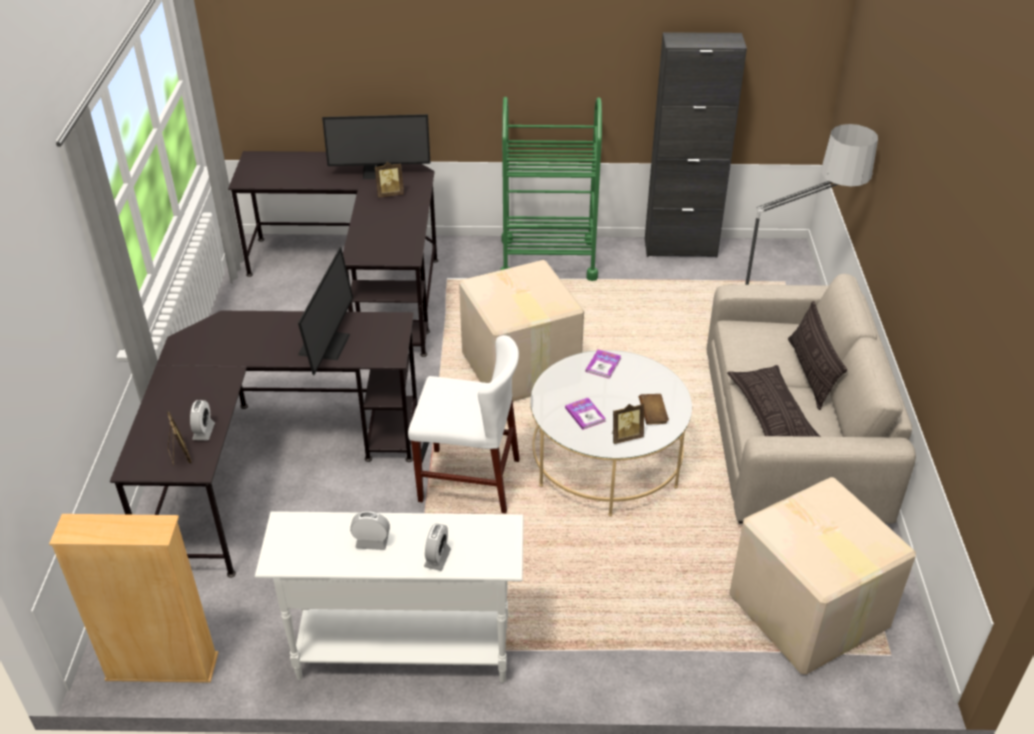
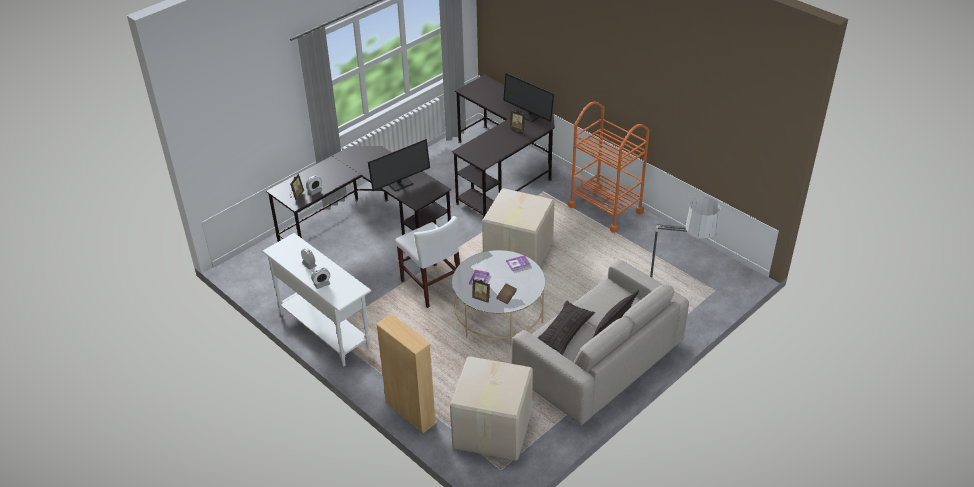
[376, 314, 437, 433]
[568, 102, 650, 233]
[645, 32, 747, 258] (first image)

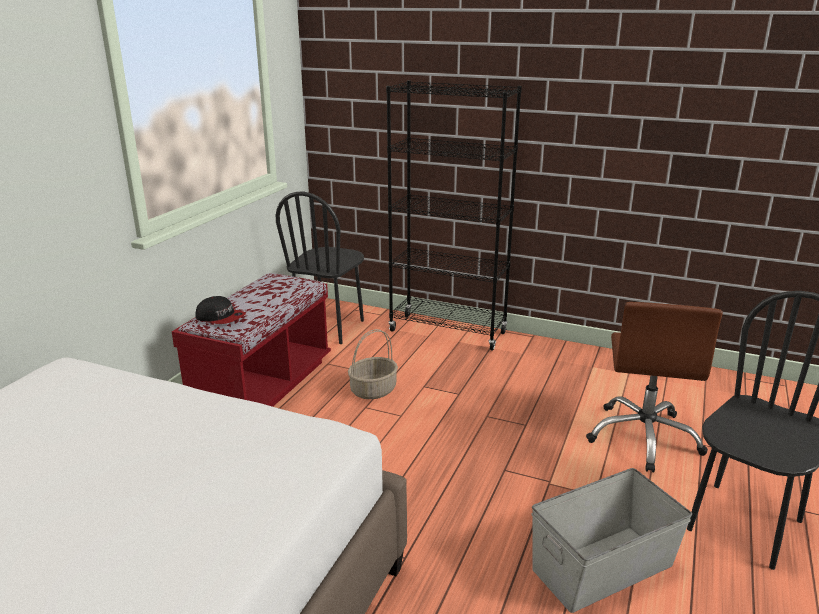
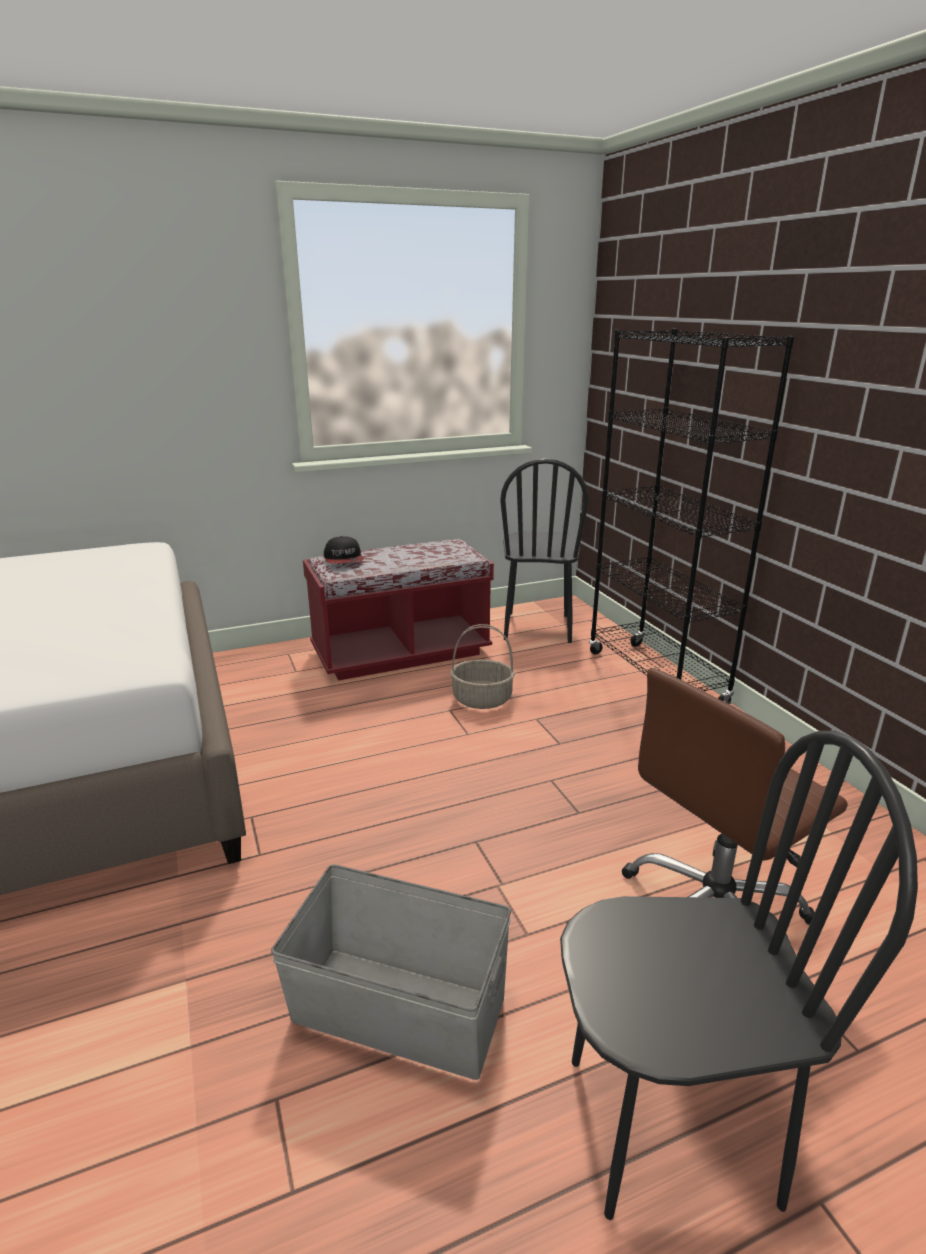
[500, 458, 589, 643]

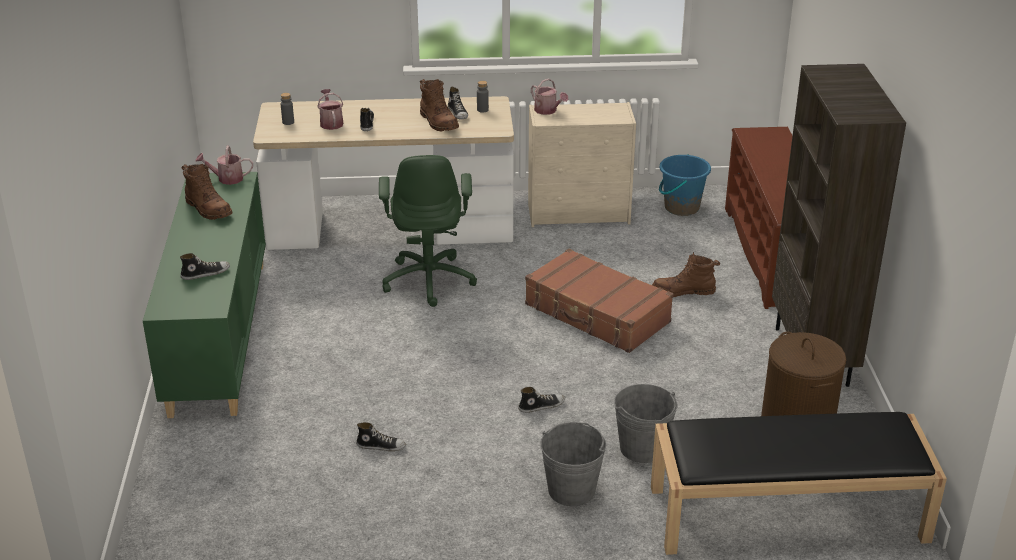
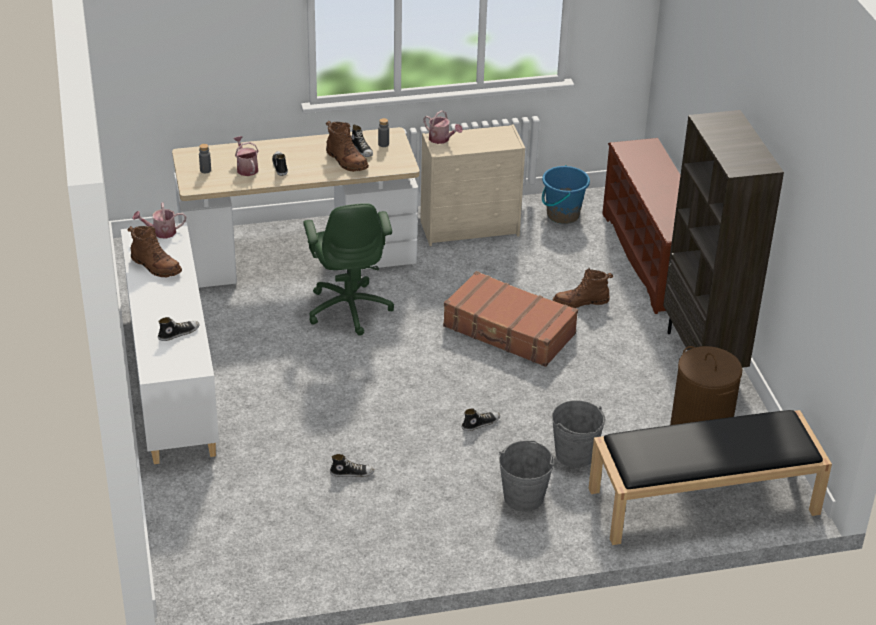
[121, 222, 219, 464]

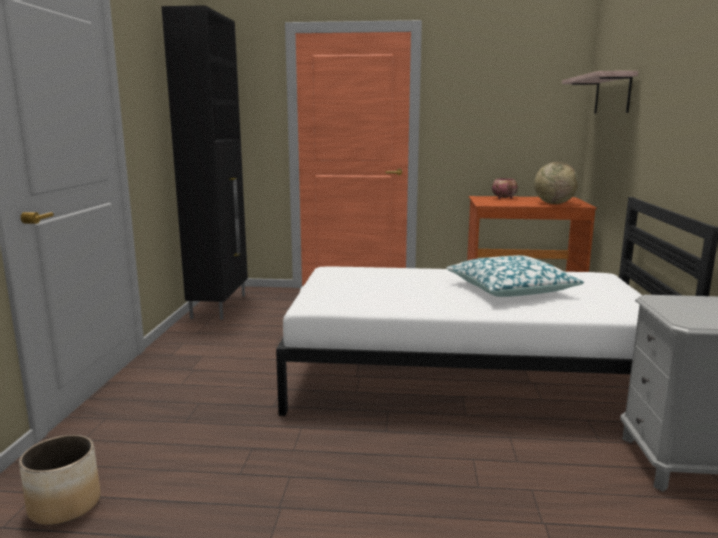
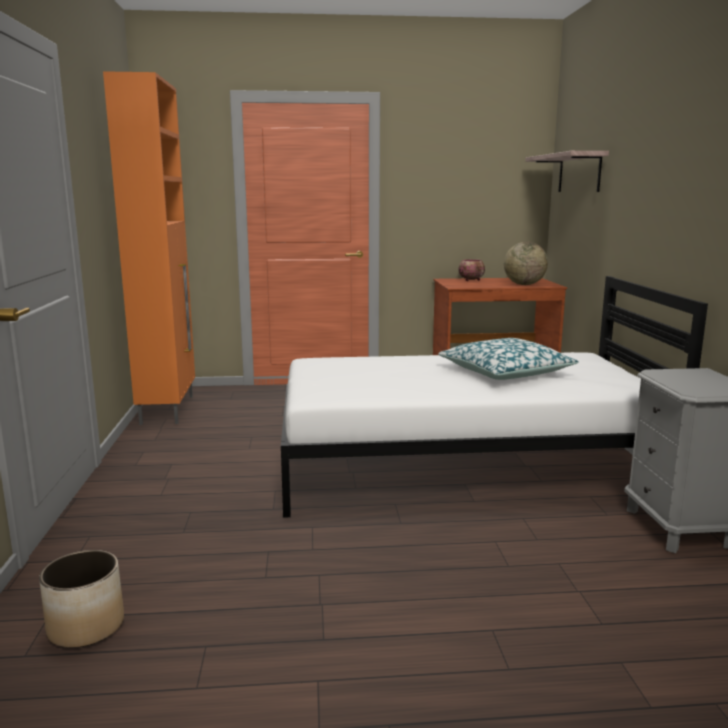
[103, 71, 195, 425]

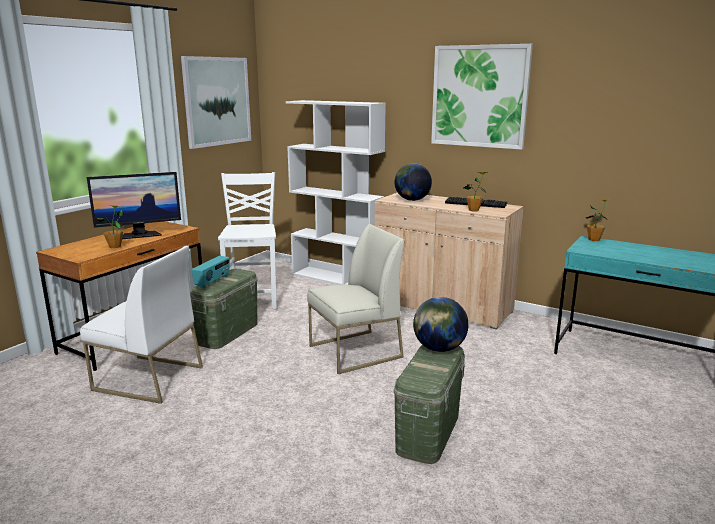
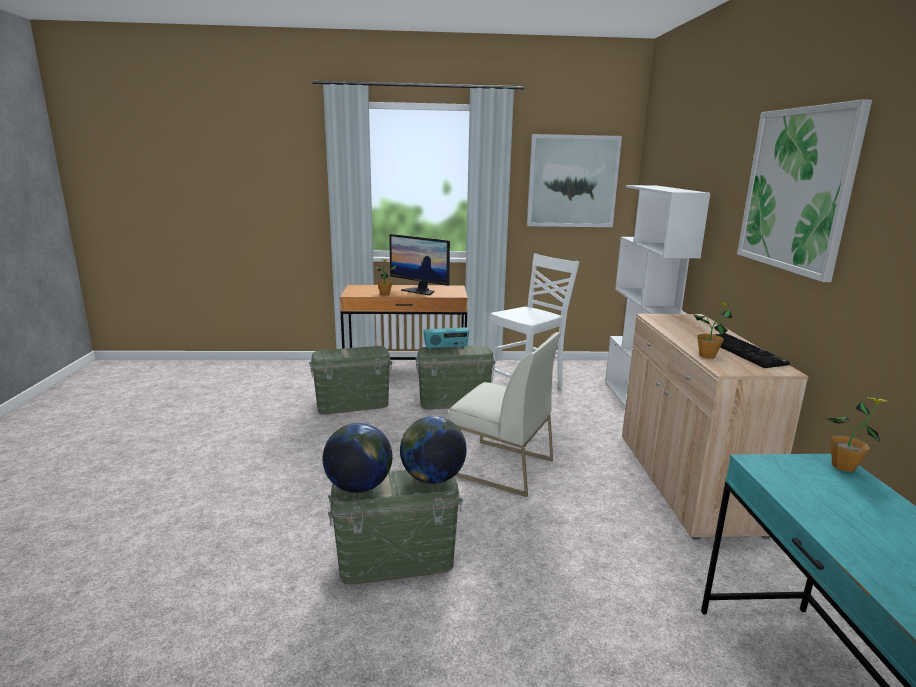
[309, 346, 393, 415]
[323, 423, 392, 493]

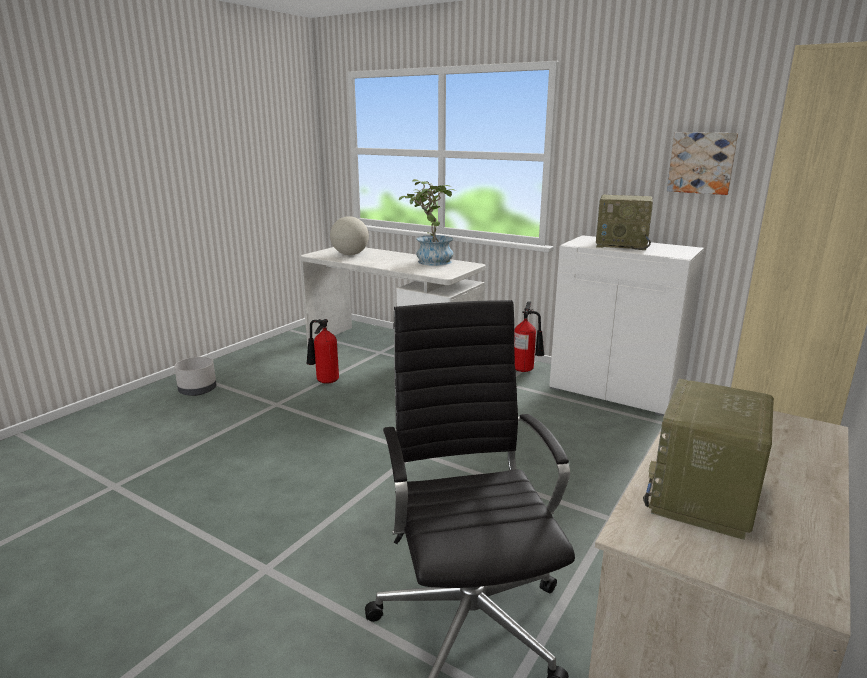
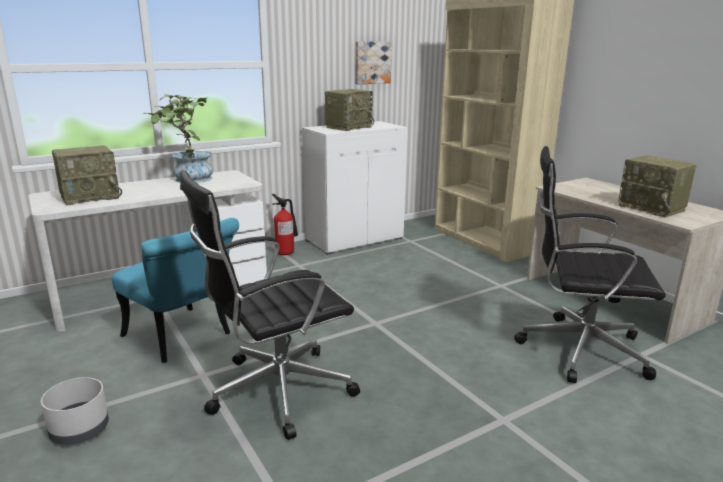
[52, 145, 122, 206]
[112, 218, 239, 363]
[180, 170, 360, 440]

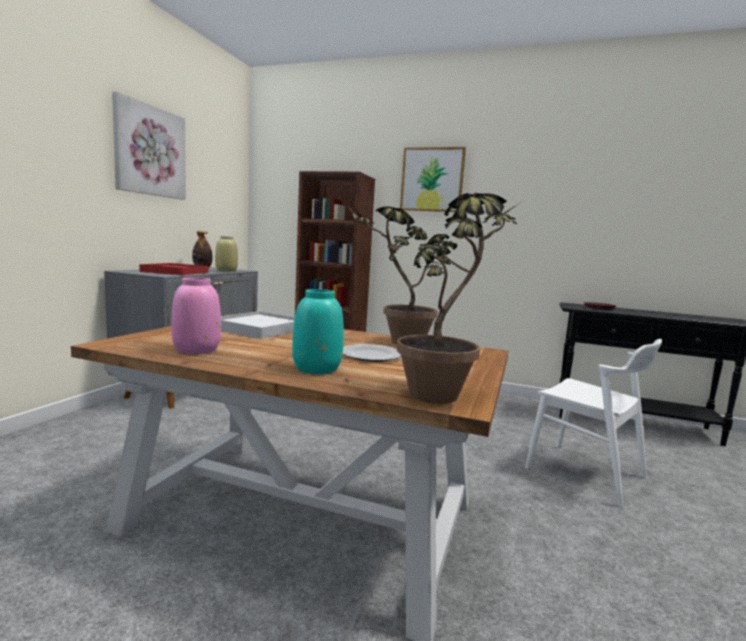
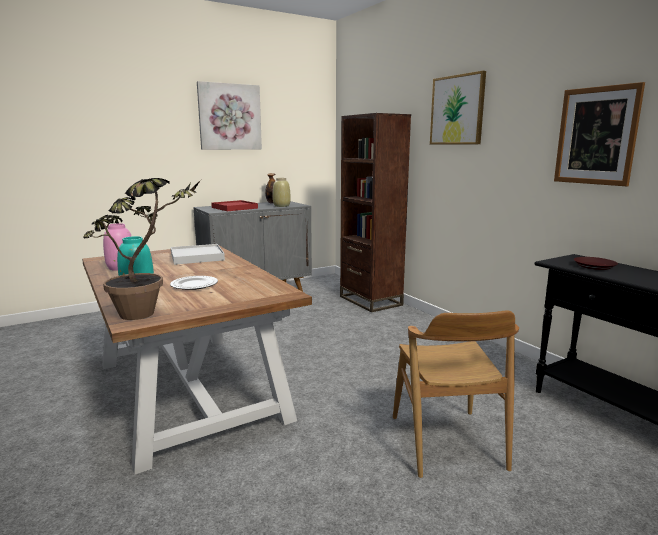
[393, 310, 519, 478]
[554, 82, 645, 186]
[349, 207, 451, 344] (first image)

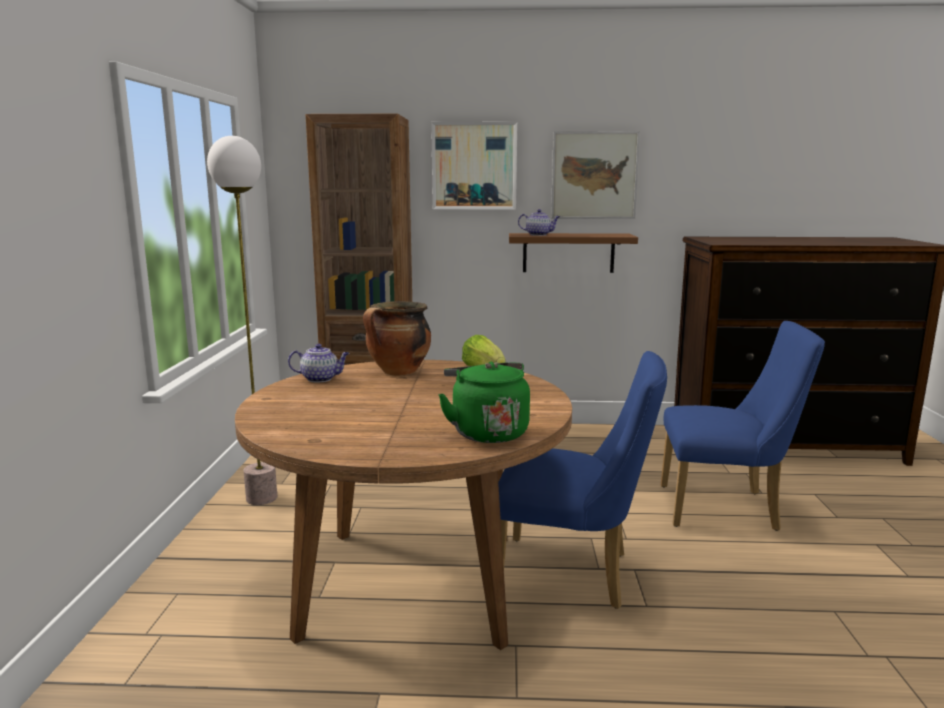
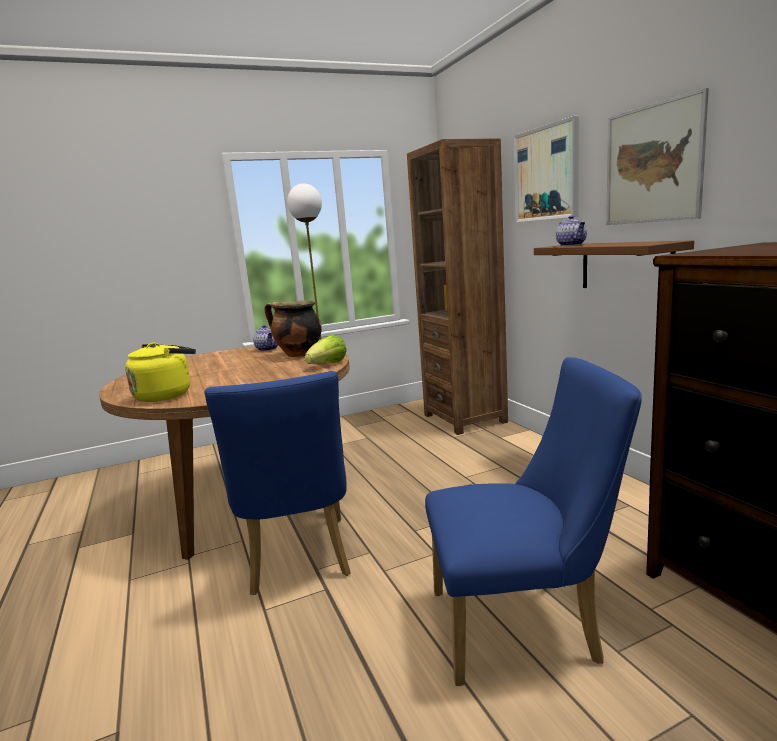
[125, 343, 196, 402]
[425, 357, 642, 686]

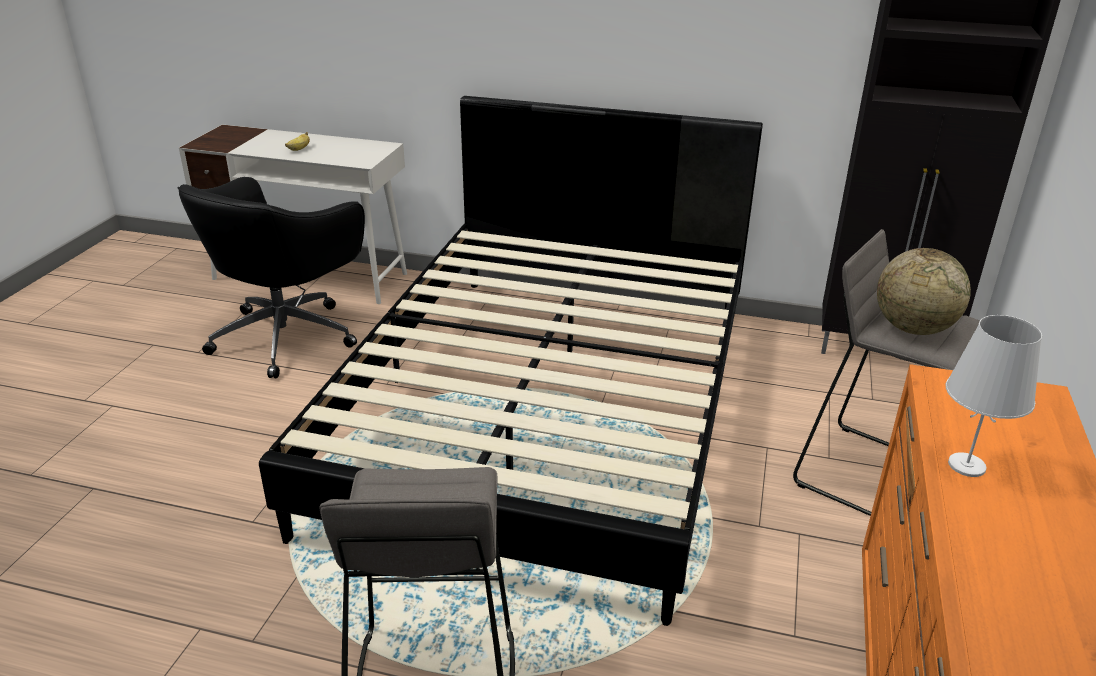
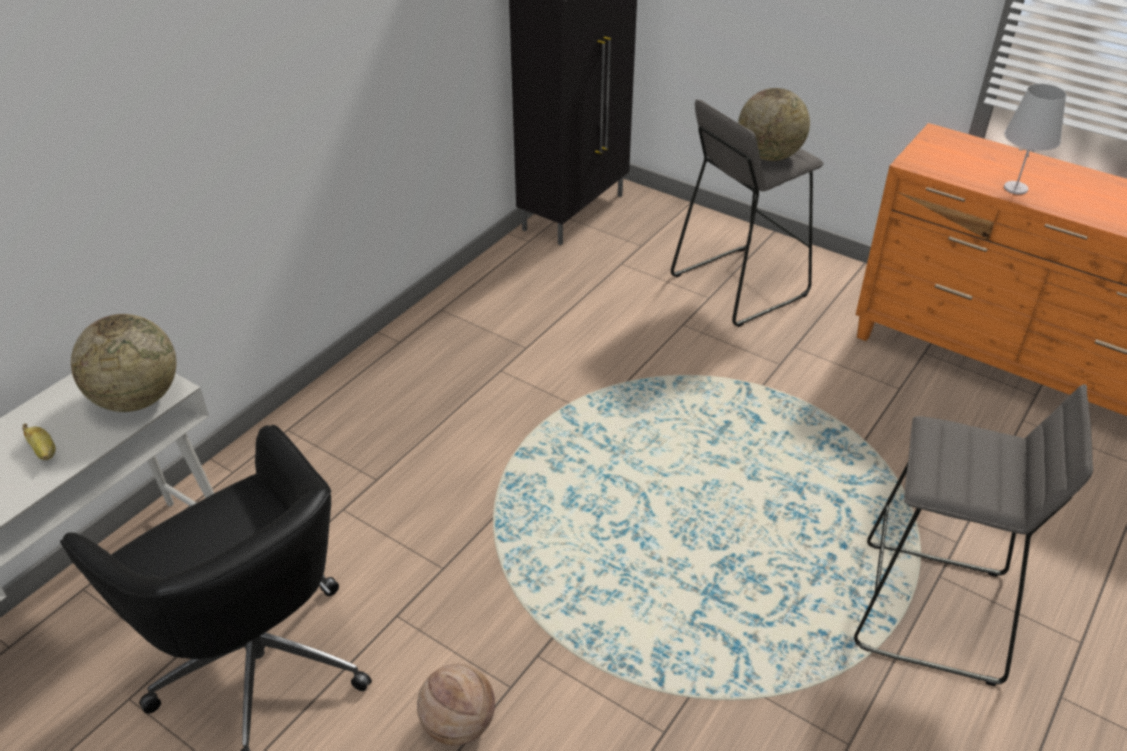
[71, 314, 176, 412]
[417, 664, 495, 746]
[259, 96, 763, 626] (first image)

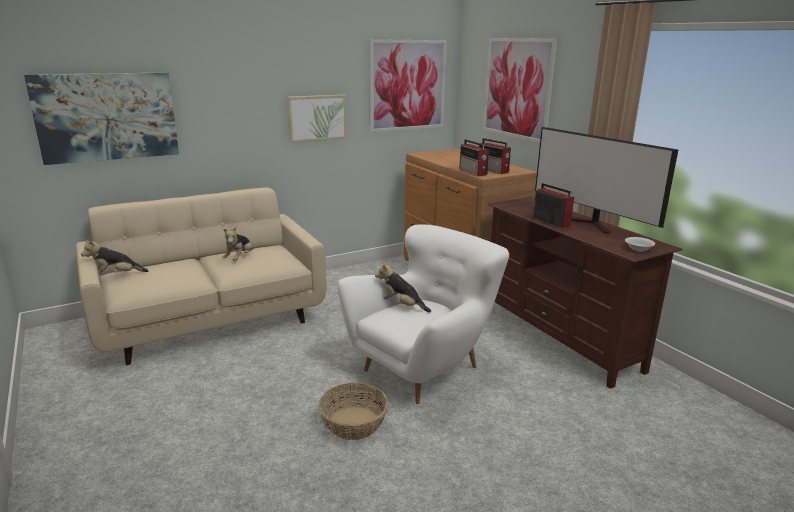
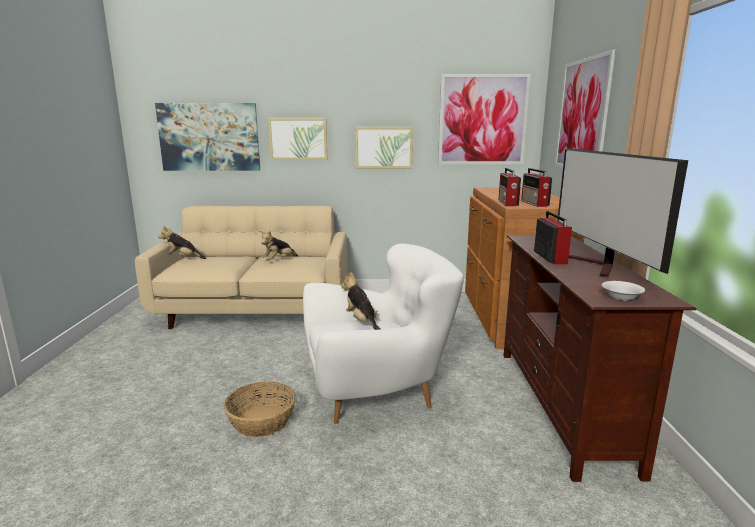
[268, 118, 327, 160]

